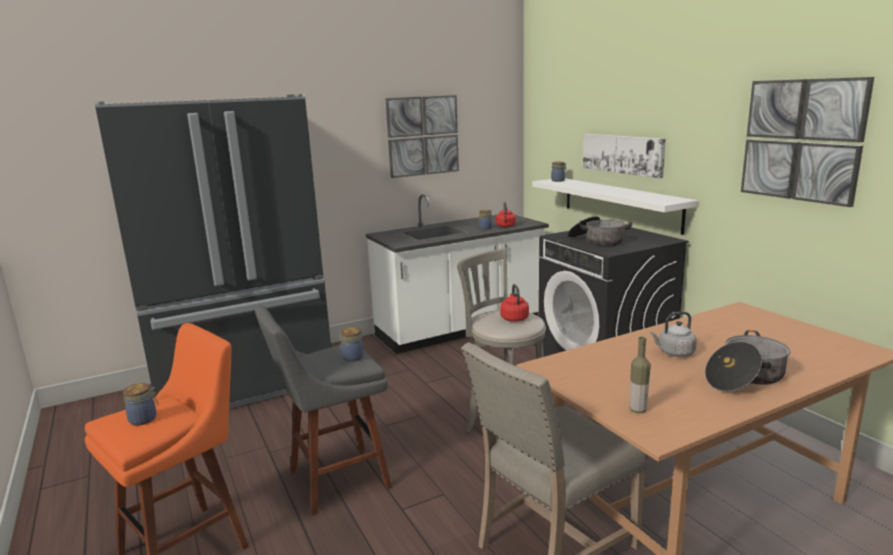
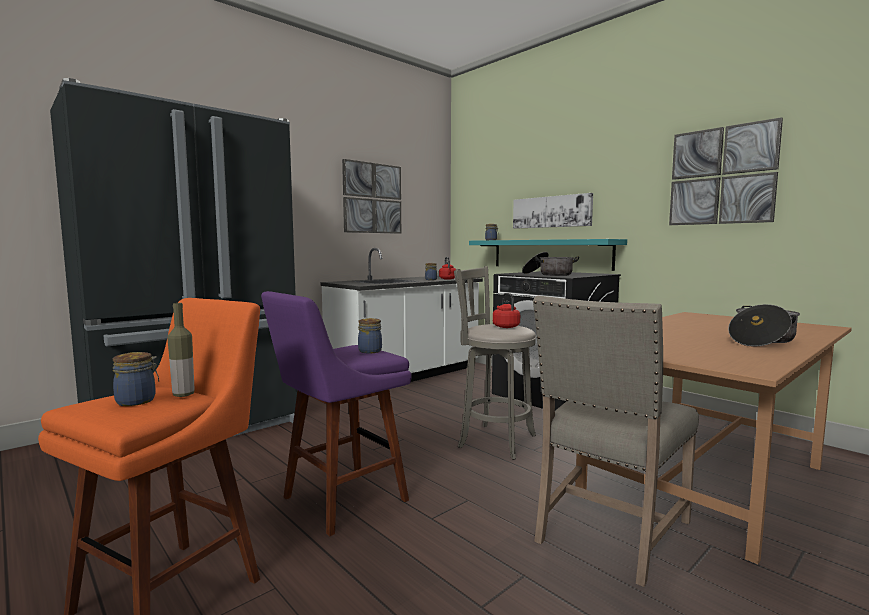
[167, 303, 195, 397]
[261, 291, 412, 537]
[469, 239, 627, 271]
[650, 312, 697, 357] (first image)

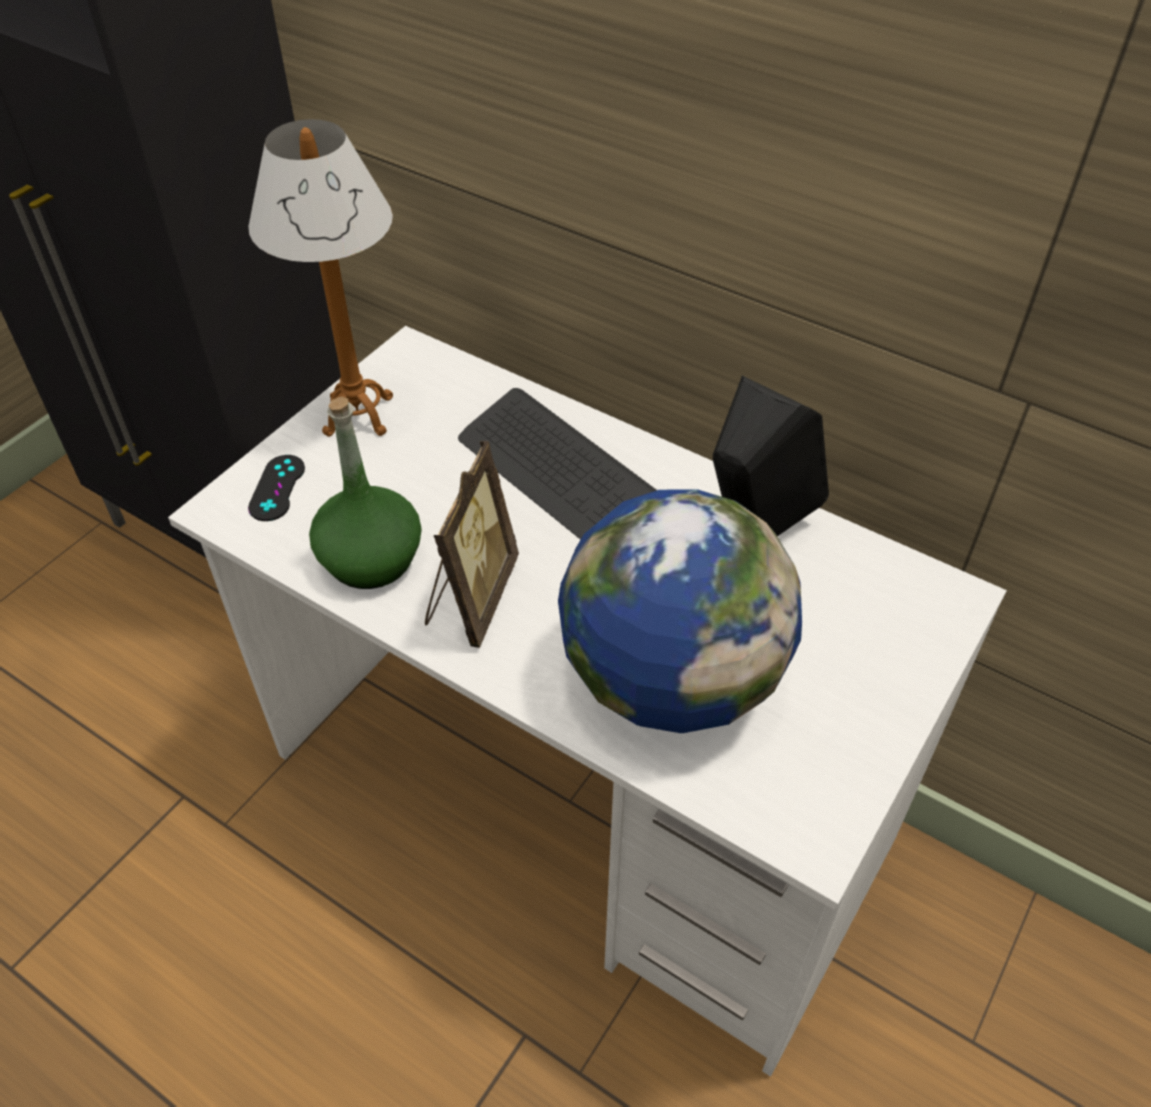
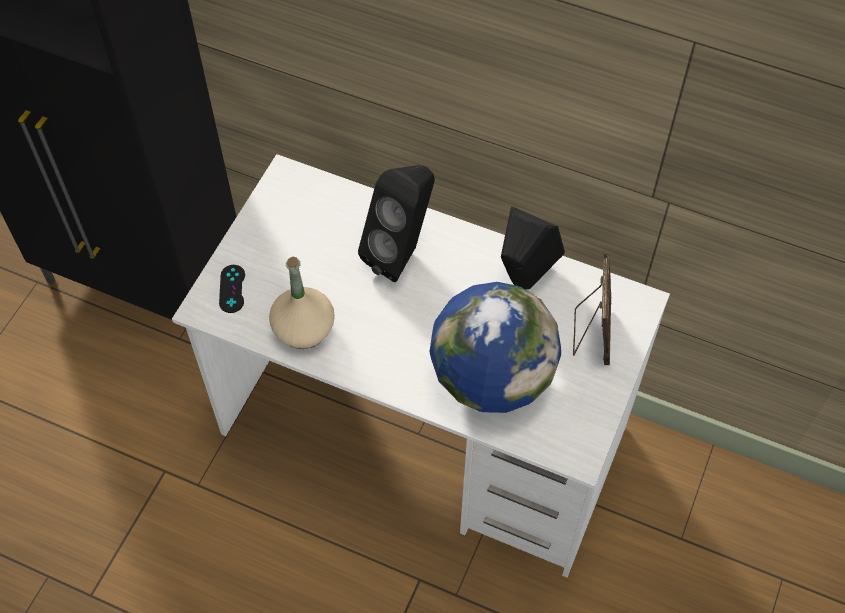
[269, 256, 335, 349]
[358, 165, 435, 282]
[573, 254, 611, 365]
[248, 119, 393, 437] (first image)

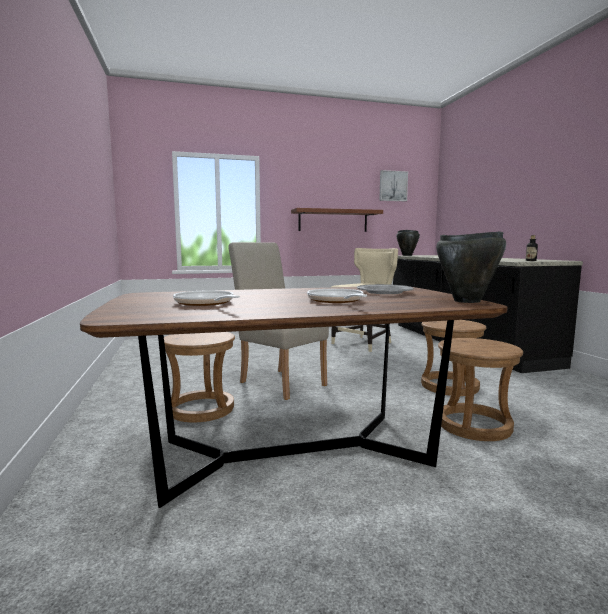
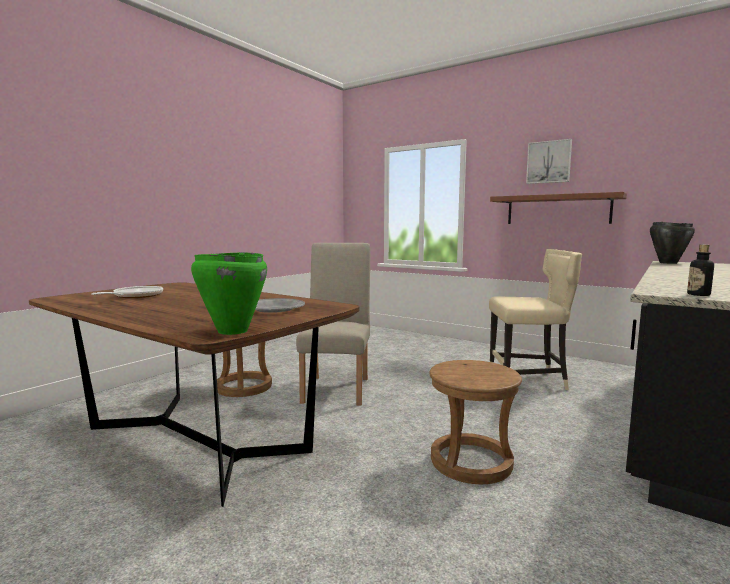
[191, 252, 267, 335]
[526, 139, 572, 184]
[307, 289, 367, 303] (first image)
[438, 338, 523, 441] (first image)

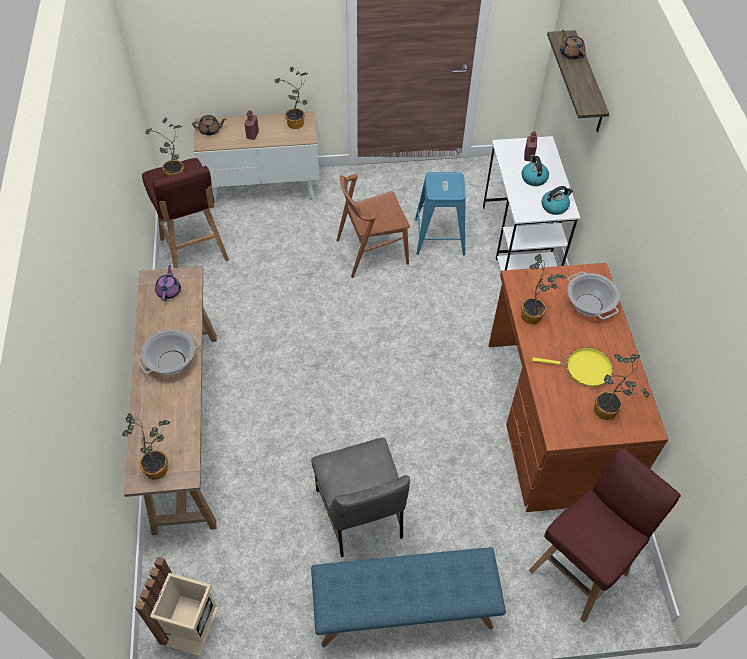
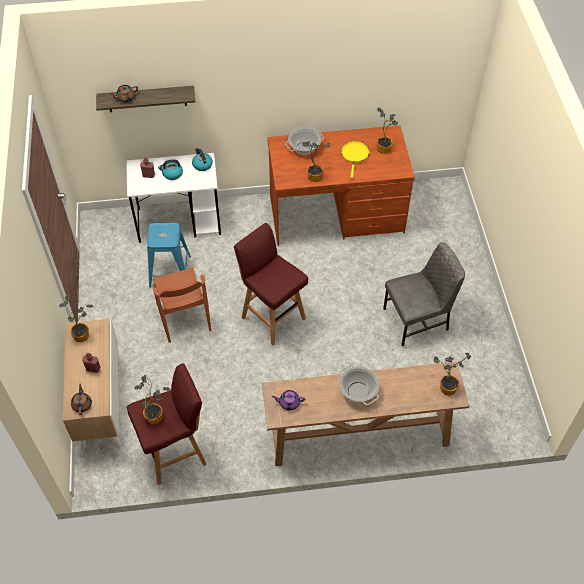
[234, 223, 308, 346]
[135, 557, 218, 656] (first image)
[311, 547, 506, 647] (first image)

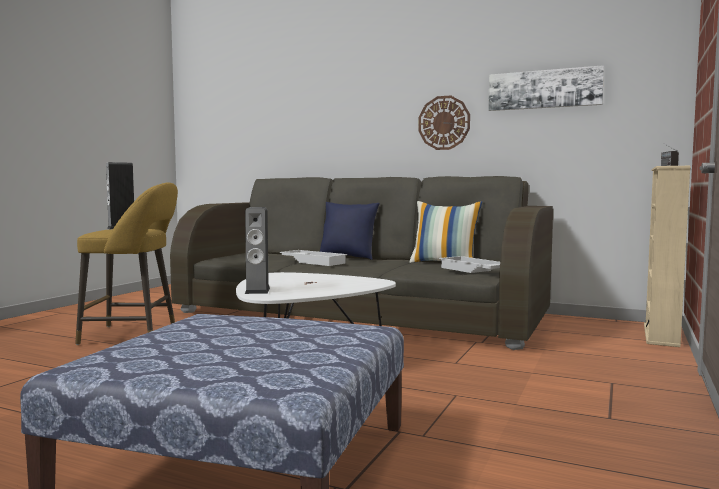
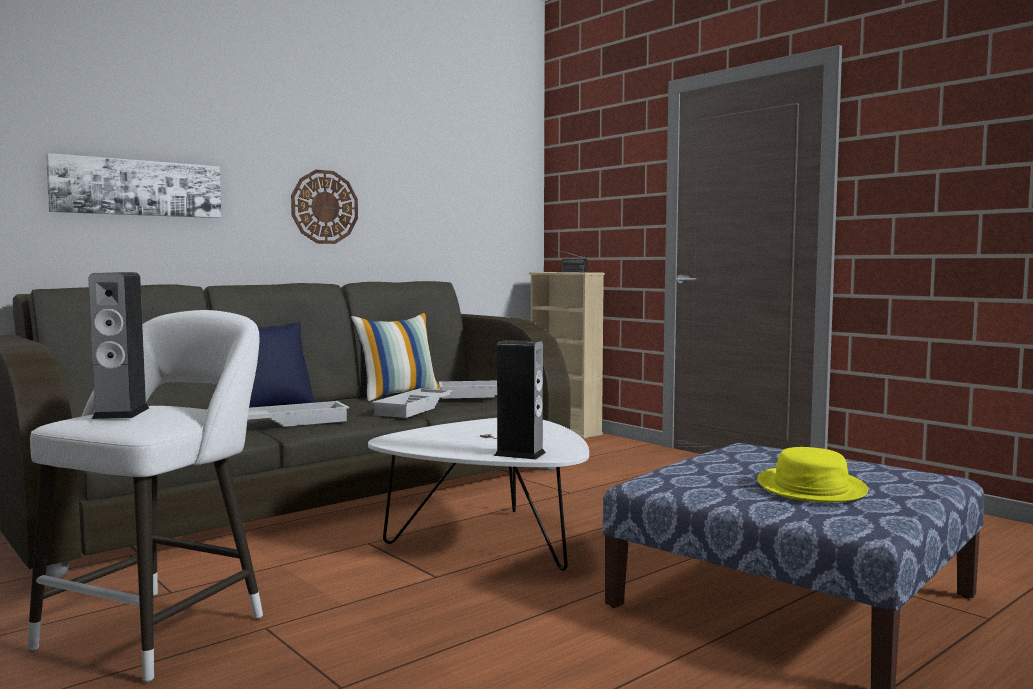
[28, 310, 263, 683]
[46, 153, 221, 218]
[371, 388, 453, 418]
[757, 447, 868, 502]

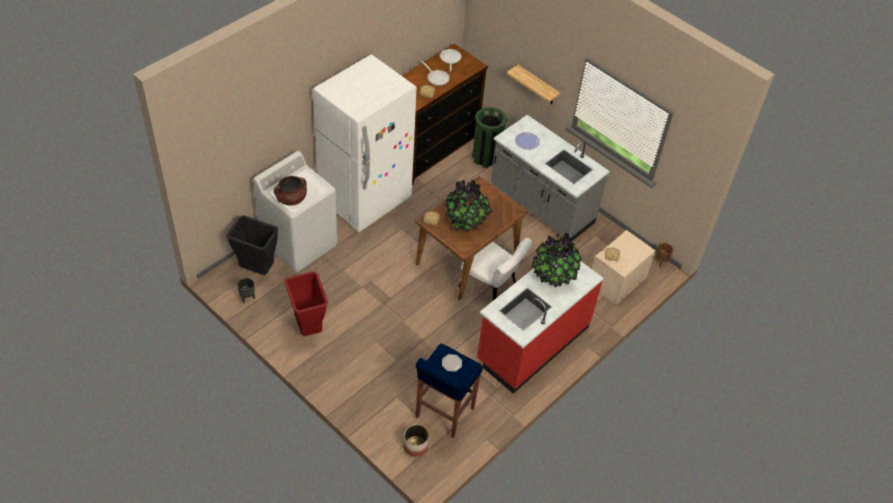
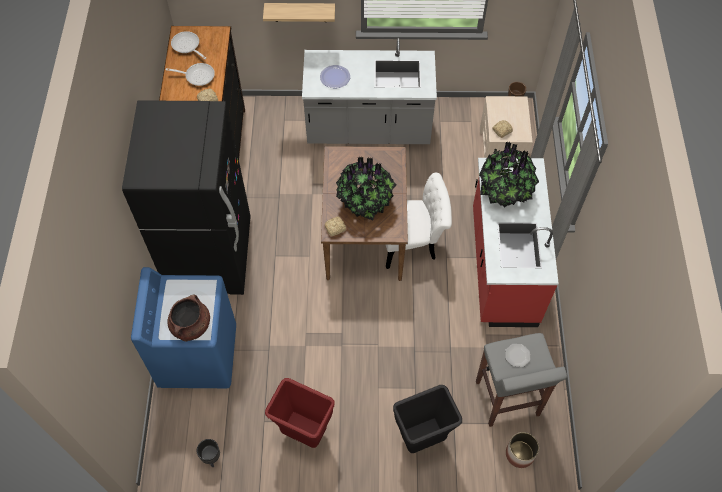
[122, 100, 251, 295]
[131, 267, 236, 388]
[393, 385, 462, 453]
[476, 333, 567, 427]
[472, 107, 507, 168] (first image)

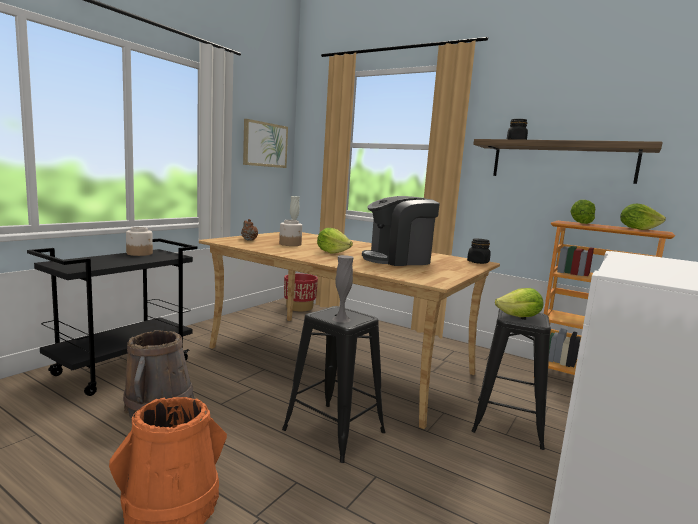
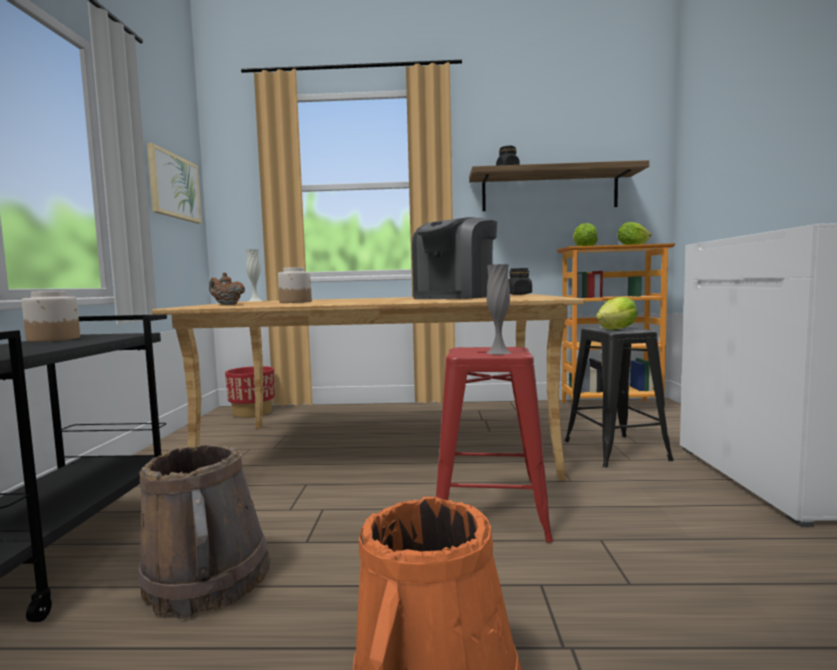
[436, 347, 553, 543]
[317, 228, 353, 253] (first image)

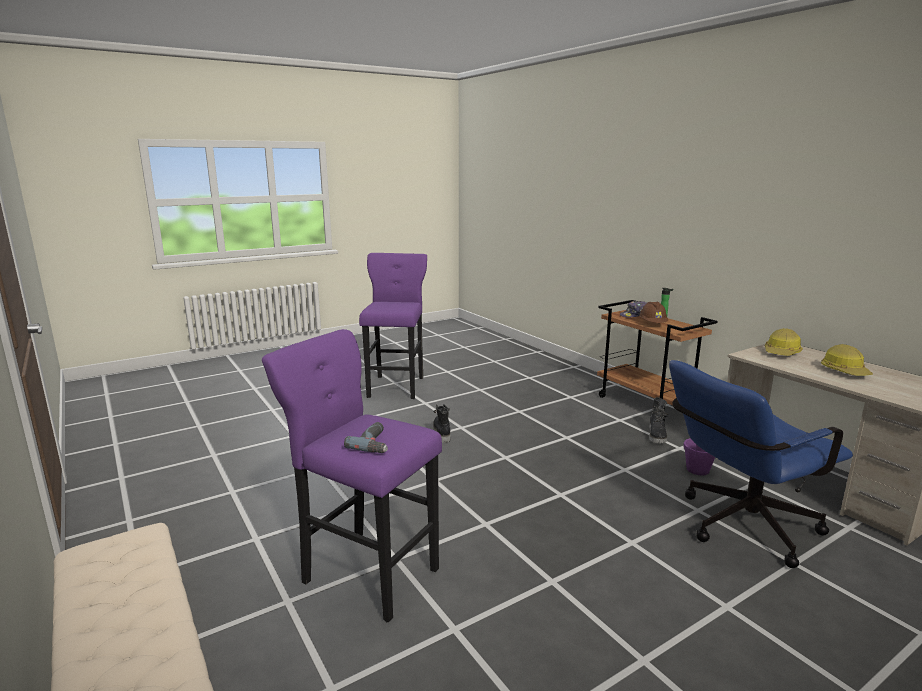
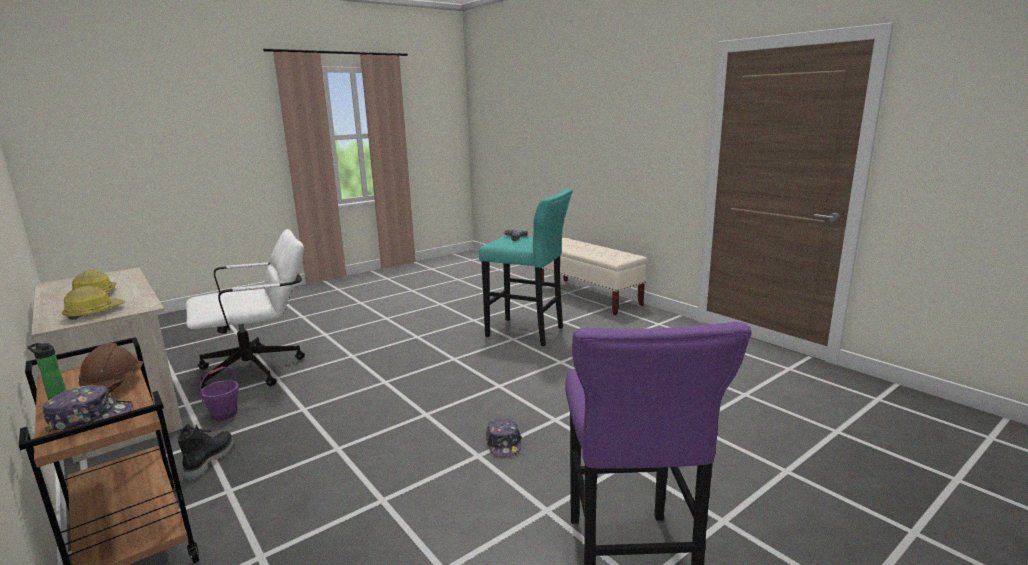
[186, 229, 305, 391]
[479, 189, 573, 346]
[486, 419, 522, 457]

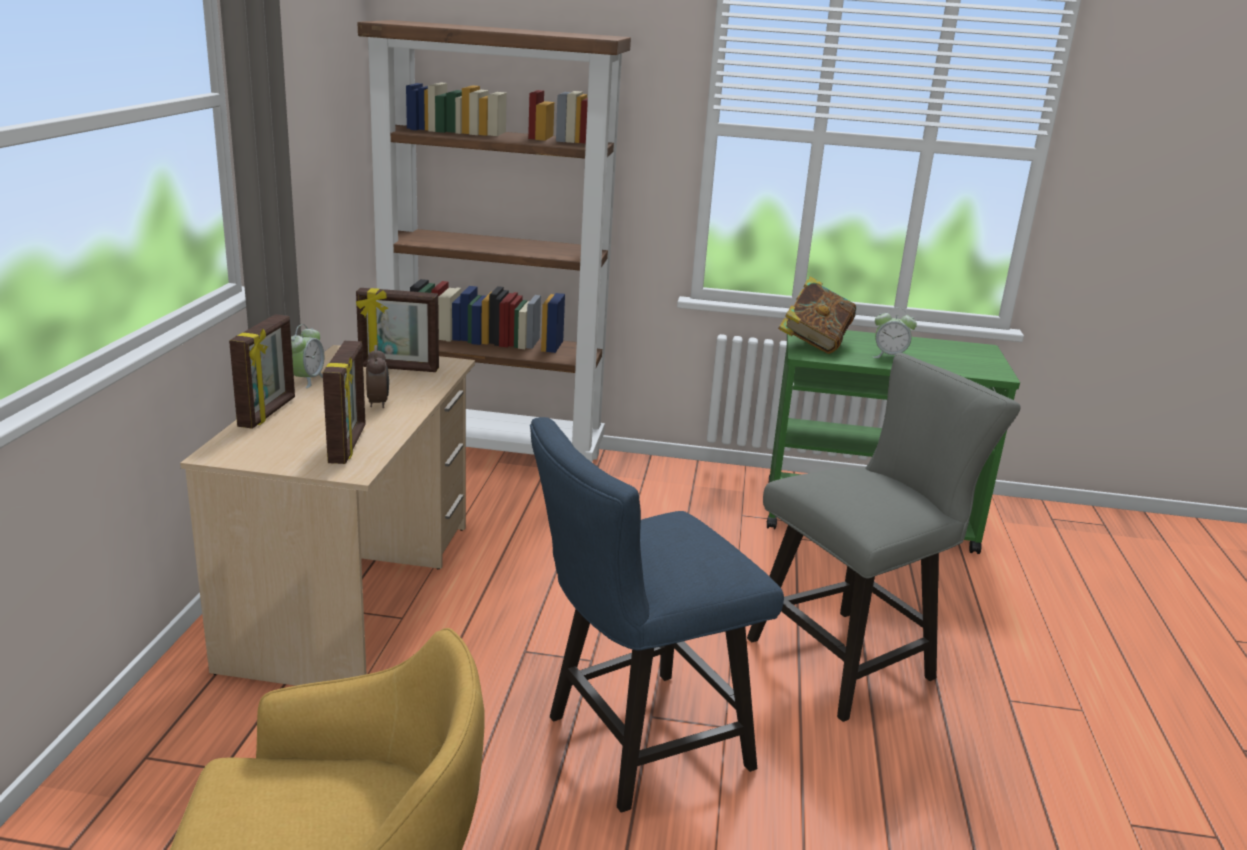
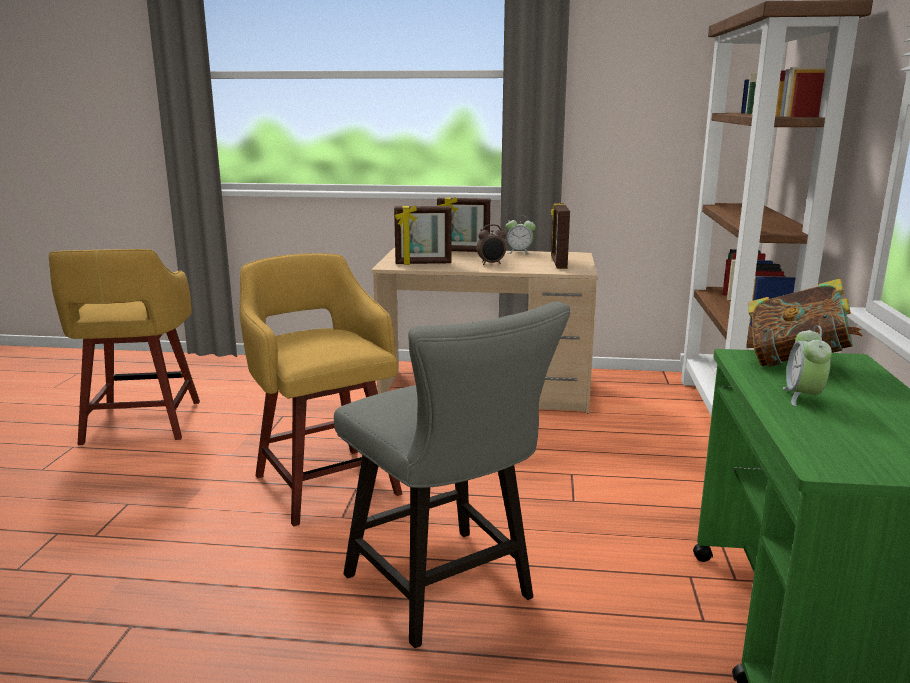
[239, 253, 402, 526]

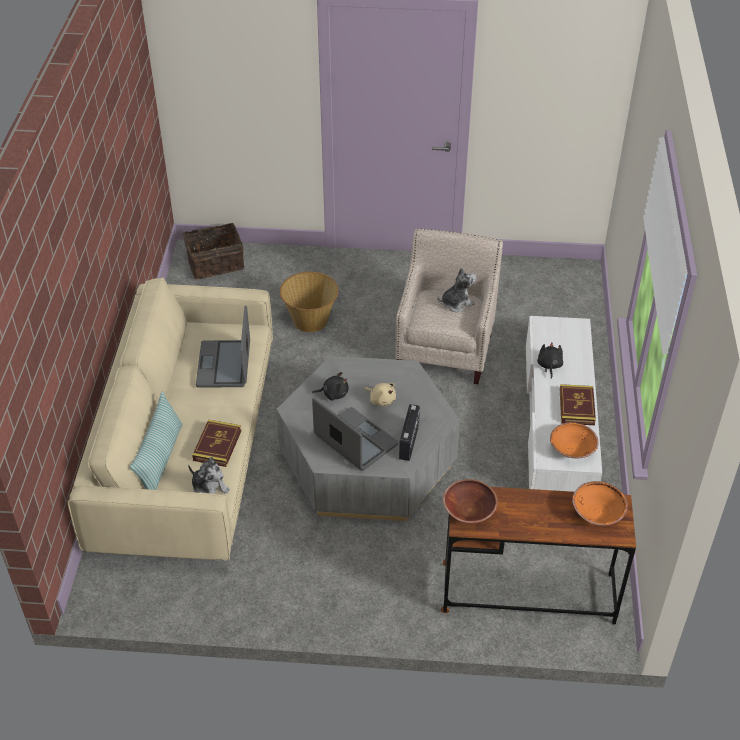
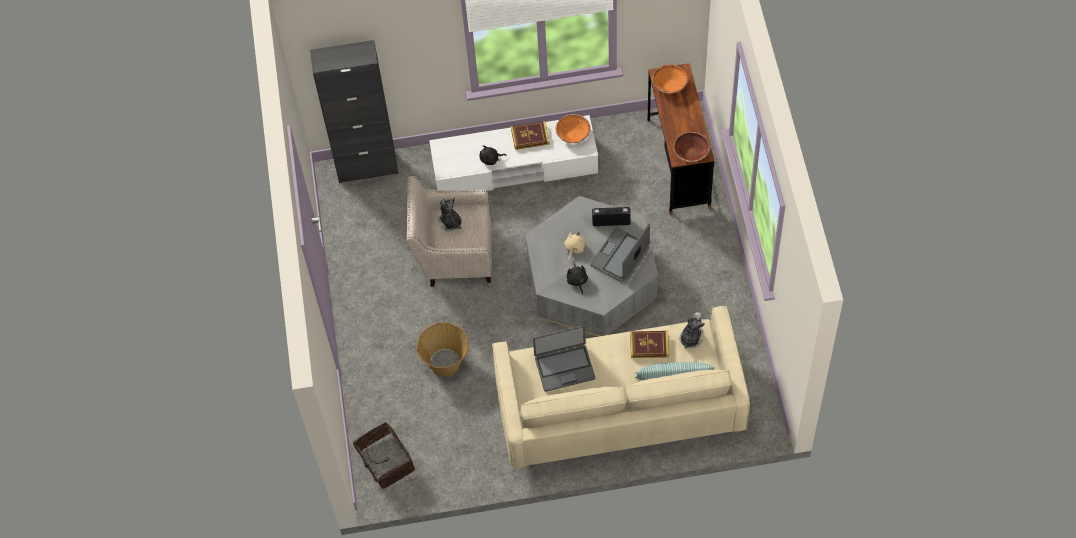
[310, 40, 398, 183]

